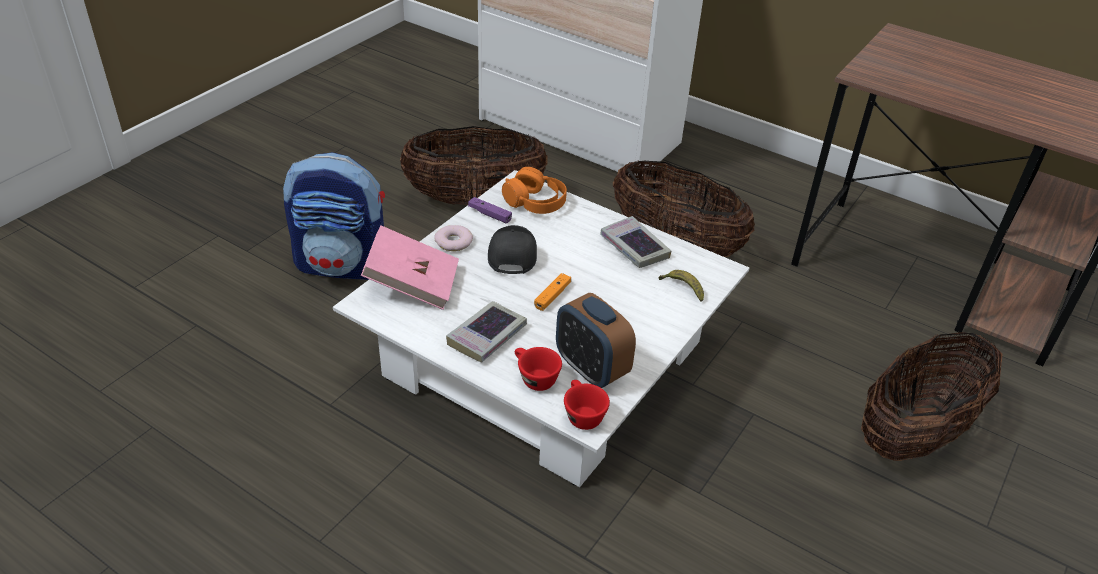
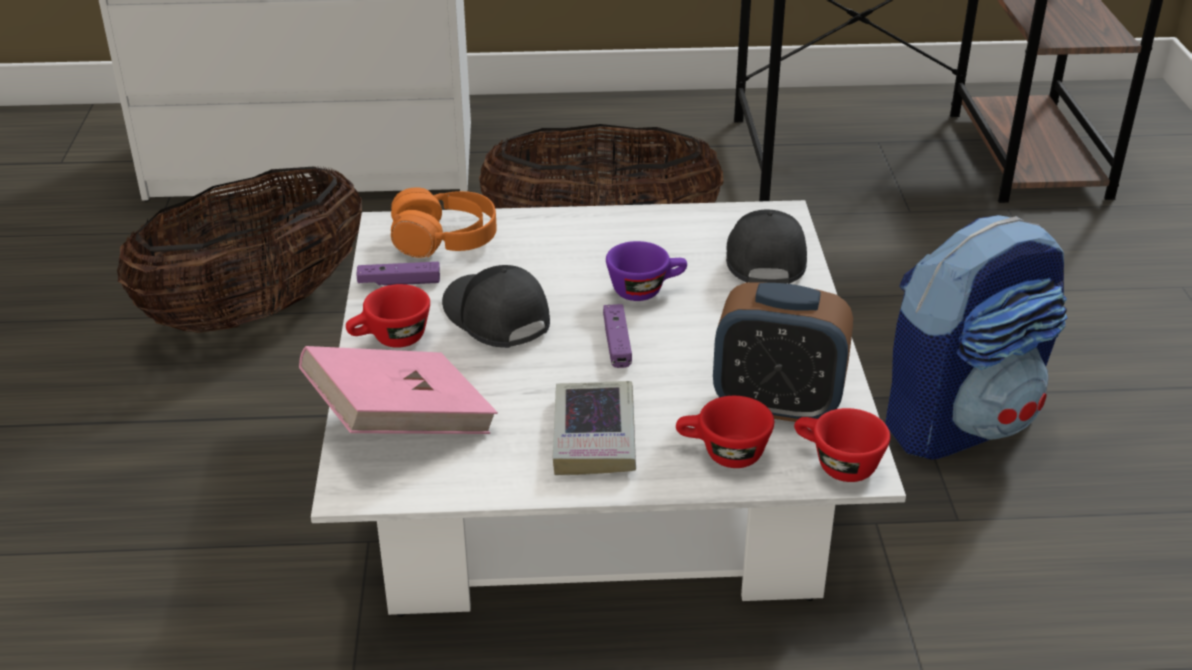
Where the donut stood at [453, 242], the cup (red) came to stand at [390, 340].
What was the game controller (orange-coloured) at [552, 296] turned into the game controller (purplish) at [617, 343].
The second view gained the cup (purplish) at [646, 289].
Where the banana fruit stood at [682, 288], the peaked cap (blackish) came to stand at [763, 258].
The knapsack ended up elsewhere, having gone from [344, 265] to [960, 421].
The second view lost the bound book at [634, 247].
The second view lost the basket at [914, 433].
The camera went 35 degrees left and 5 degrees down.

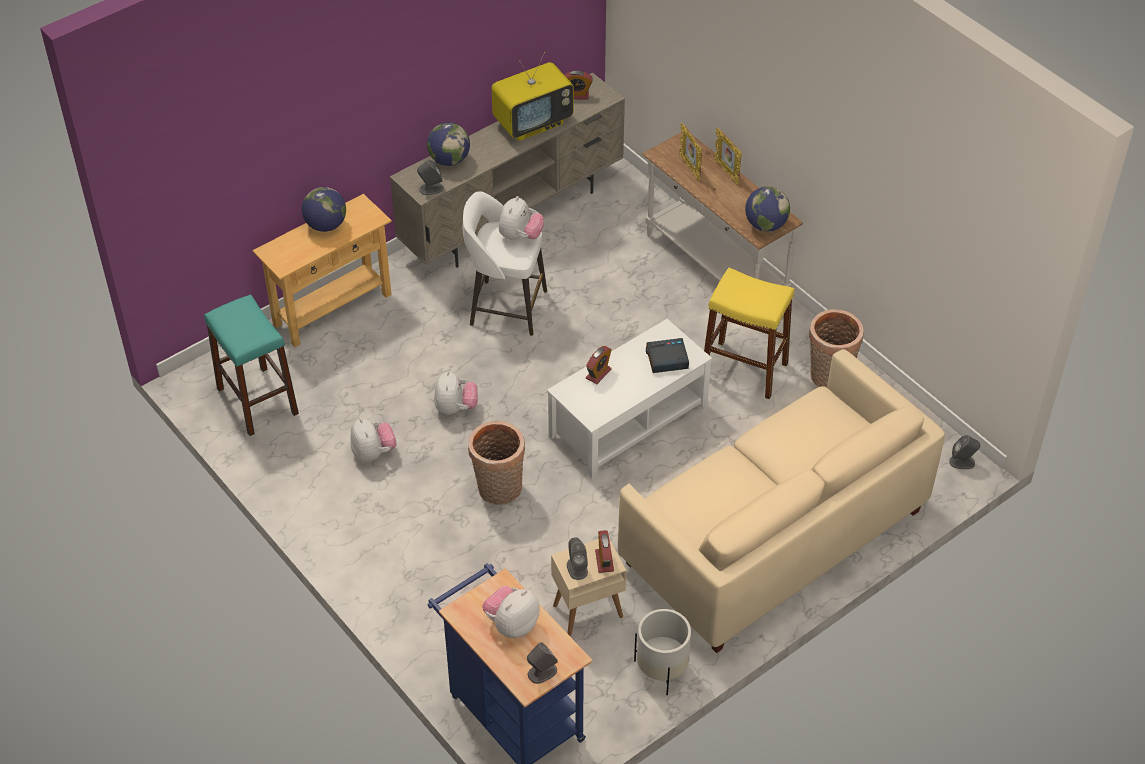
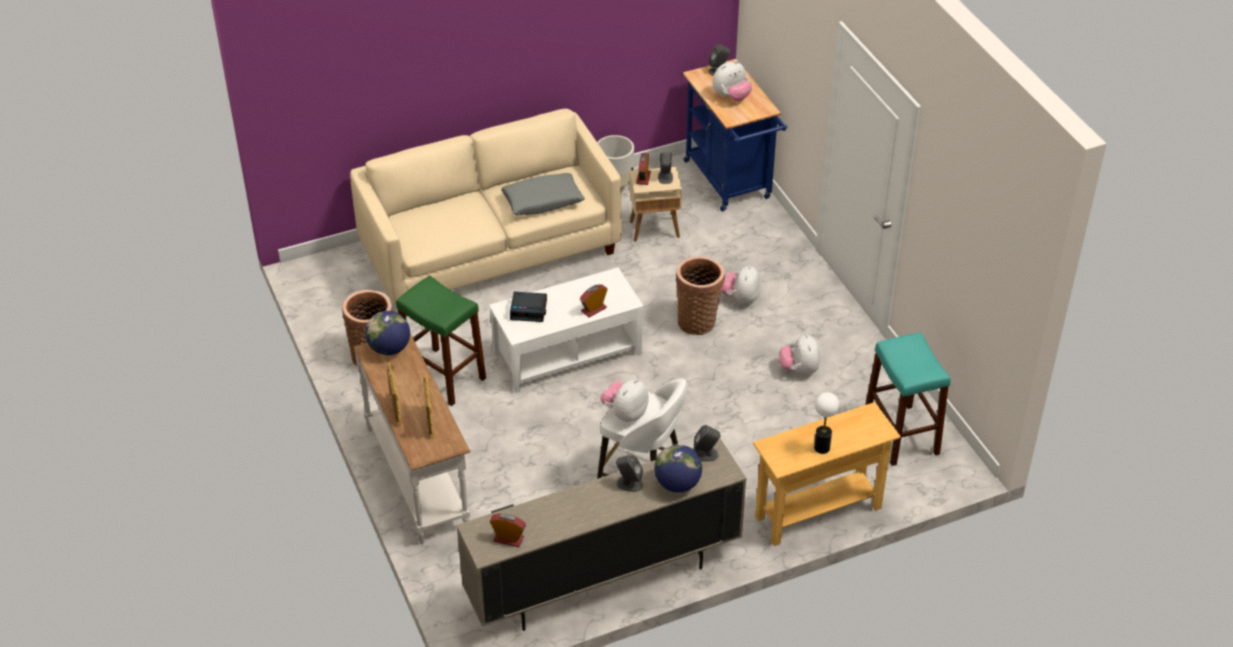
What was the stool (yellow-coloured) at [744, 369] turned into the stool (green-coloured) at [443, 376].
The second view gained the pillow (greyish) at [543, 201].
The speaker (greyish) ended up elsewhere, having gone from [962, 462] to [629, 483].
The cuddly toy ended up elsewhere, having gone from [455, 408] to [740, 298].
Where the world globe stood at [326, 225], the table lamp came to stand at [822, 448].
The second view lost the TV at [533, 123].
The camera went 165 degrees left and 5 degrees down.

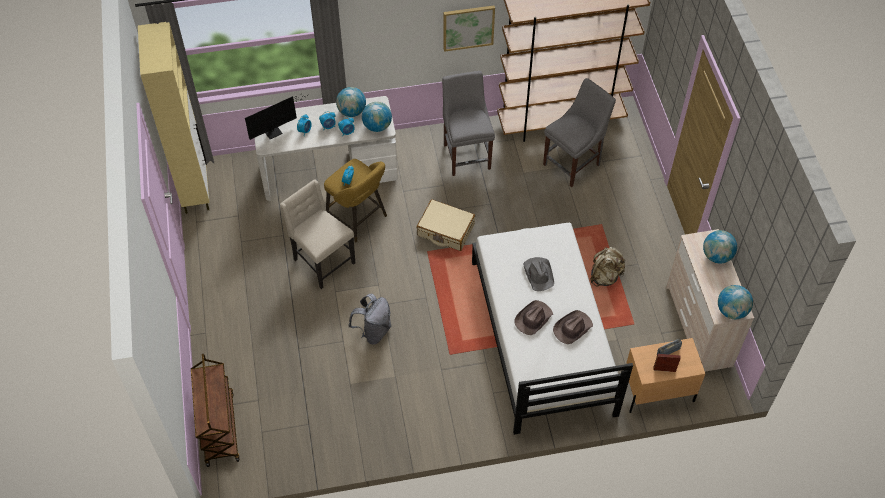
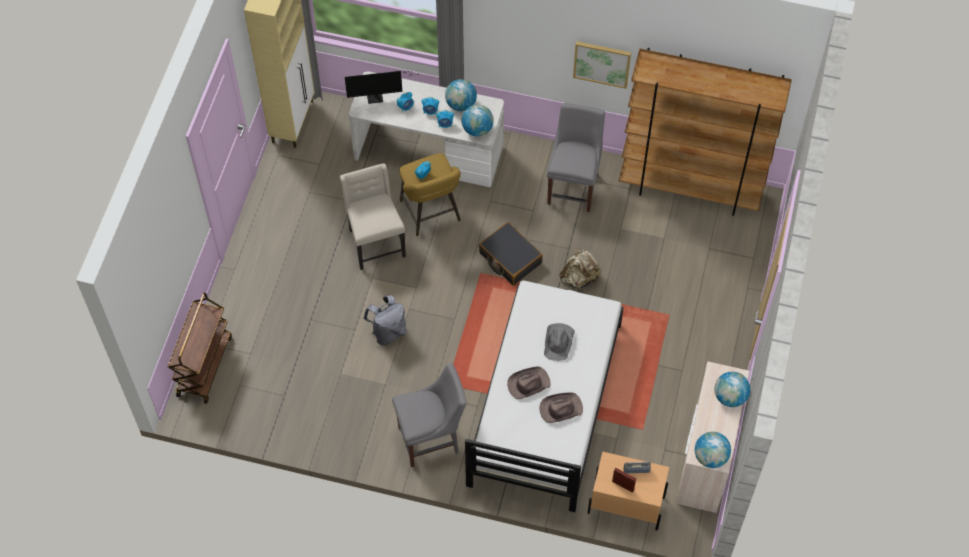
The chair (greyish) ended up elsewhere, having gone from [574, 163] to [431, 439].
What was the suitcase (beige) at [445, 230] turned into the suitcase (blackish) at [510, 258].
The knapsack (beige) ended up elsewhere, having gone from [605, 276] to [579, 278].
The camera went 25 degrees right and 5 degrees up.

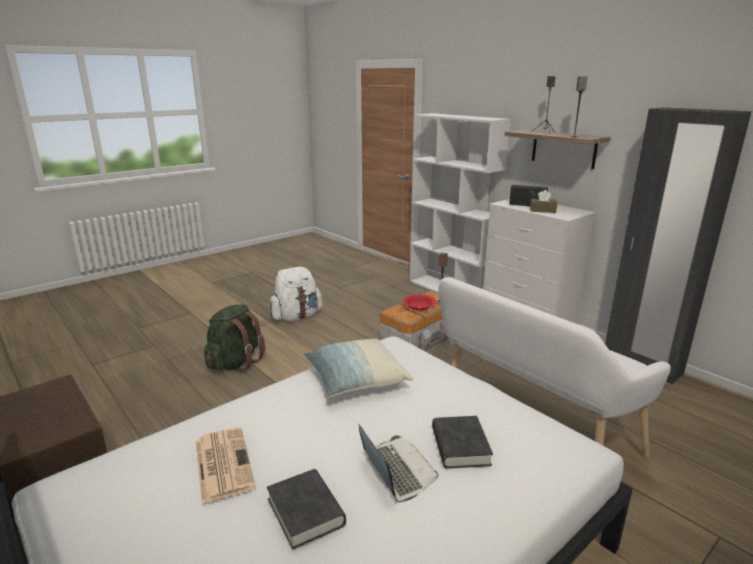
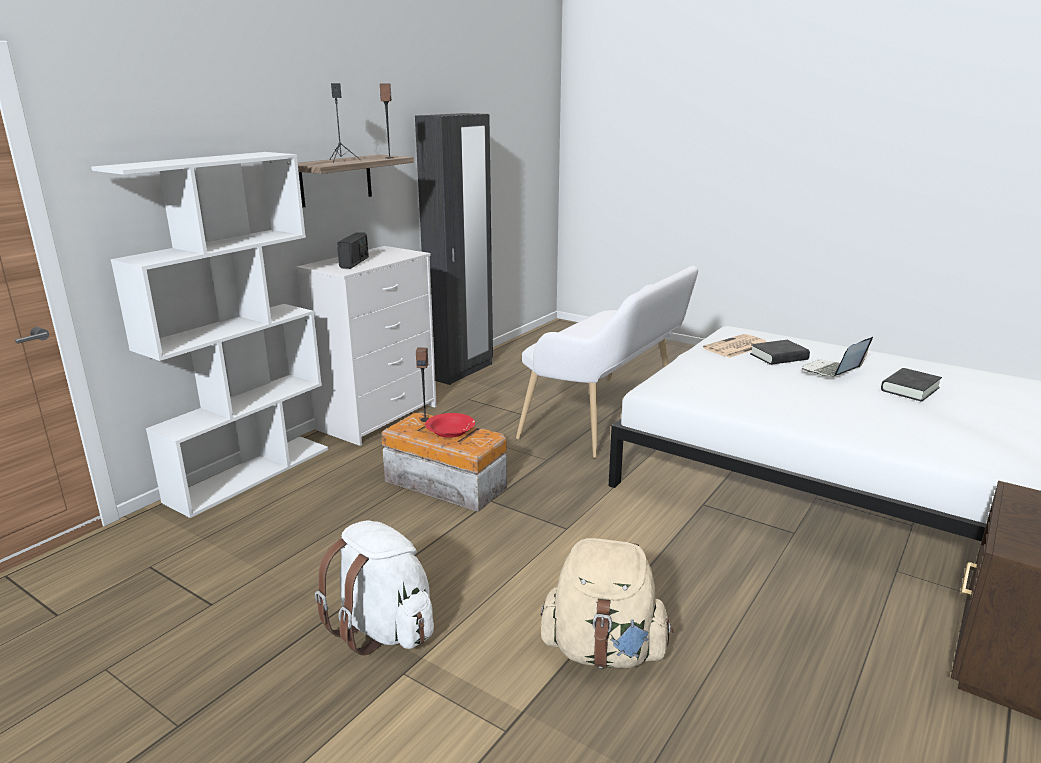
What was the knapsack (green-coloured) at [235, 363] turned into the knapsack (beige) at [603, 651].
The newspaper ended up elsewhere, having gone from [223, 463] to [736, 347].
The second view lost the pillow at [355, 380].
The second view lost the tissue holder (brown) at [542, 210].
The camera went 105 degrees left and 0 degrees up.

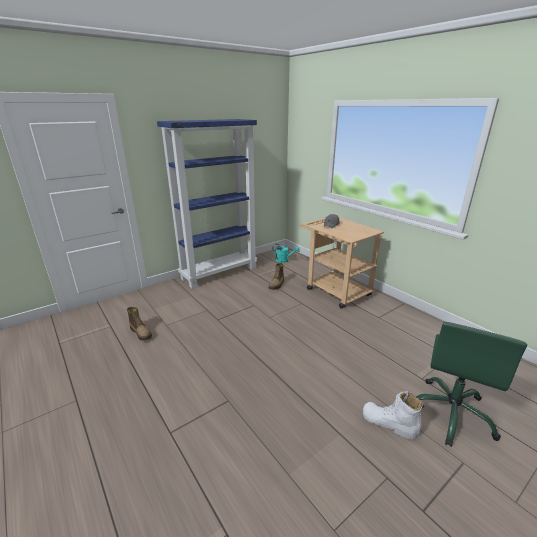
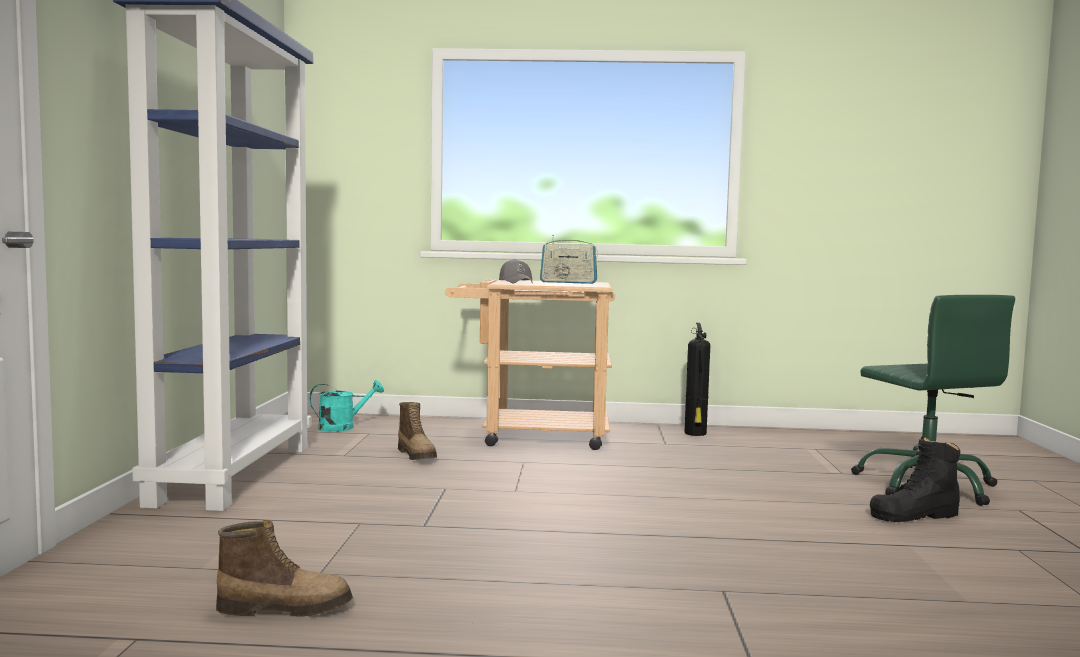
The second view gained the radio at [568, 282].
The second view gained the extinguisher at [695, 434].
What was the tall boot (white-coloured) at [389, 423] turned into the tall boot (blackish) at [914, 515].
The camera went 50 degrees left and 20 degrees down.

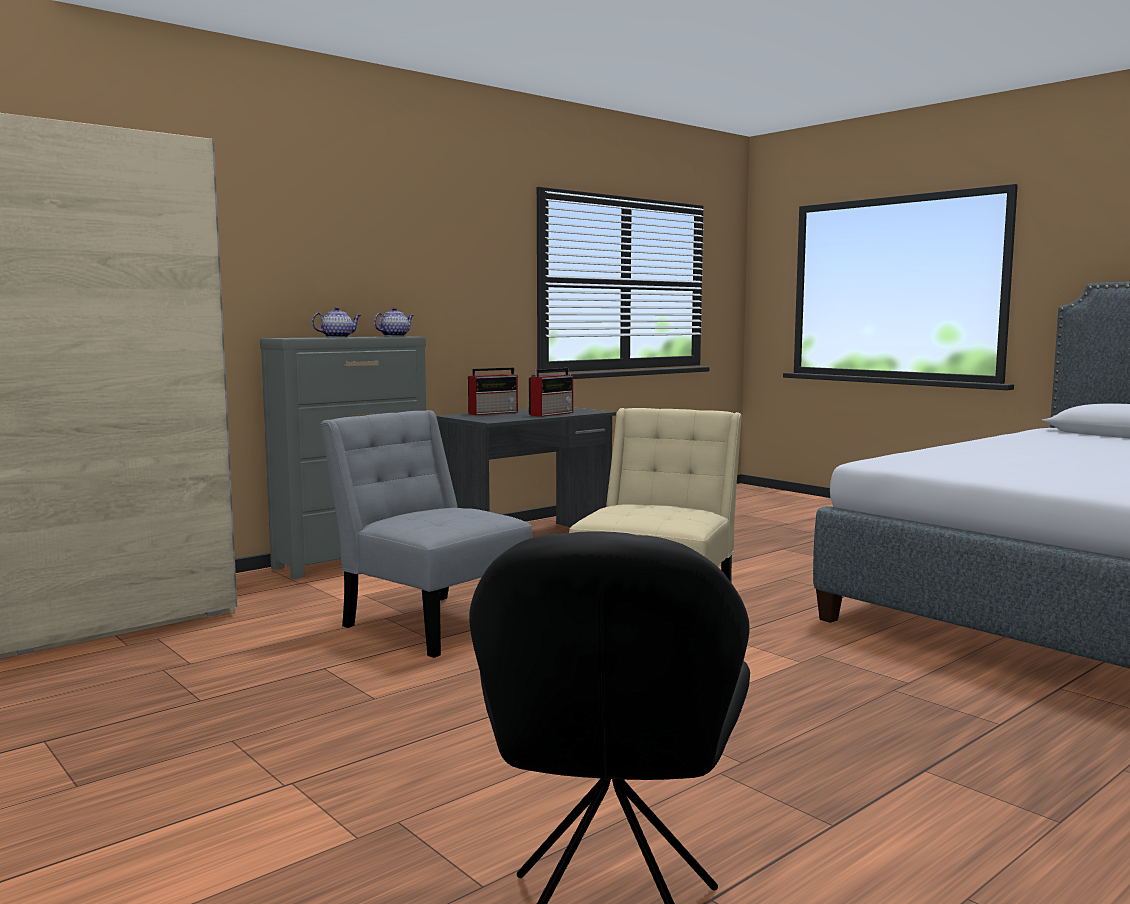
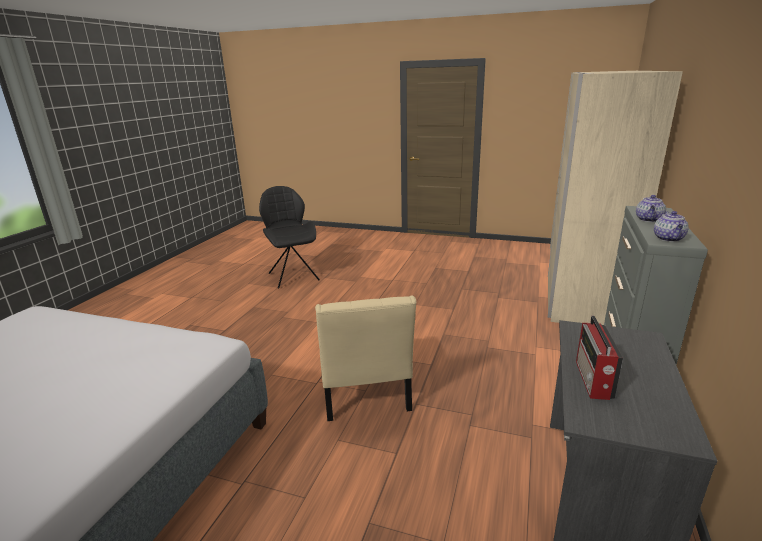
The second view lost the chair (greyish) at [430, 623].
The second view lost the radio at [494, 413].
The camera went 150 degrees right and 15 degrees up.

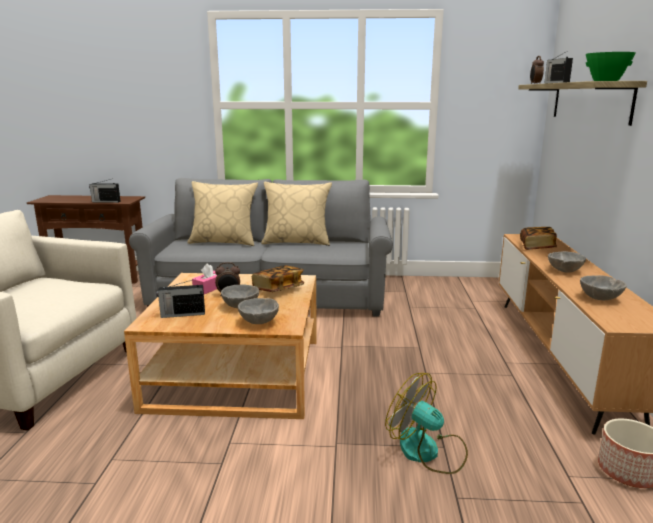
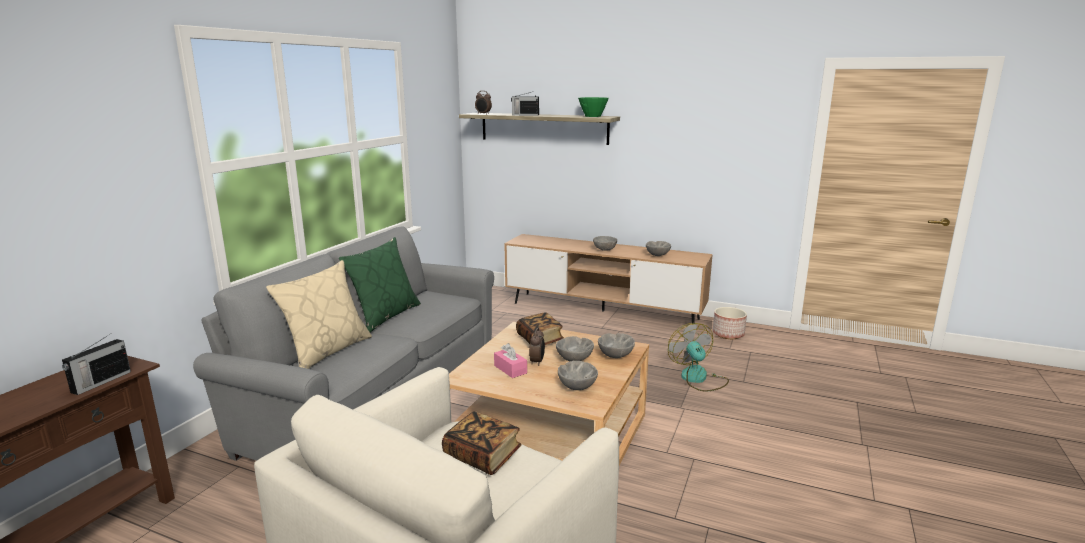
What was the pillow (beige) at [297, 242] turned into the pillow (green-coloured) at [385, 316].
The bound book ended up elsewhere, having gone from [537, 247] to [482, 456].
Where the radio stood at [182, 314], the serving bowl (greyish) came to stand at [577, 386].
The fan at [428, 451] ended up facing another way, 105 degrees clockwise from before.
The camera went 70 degrees left and 0 degrees up.

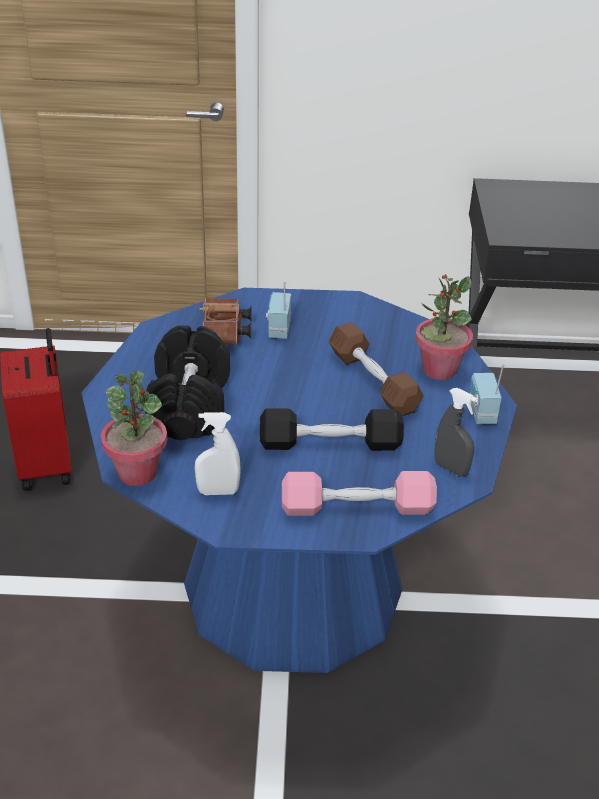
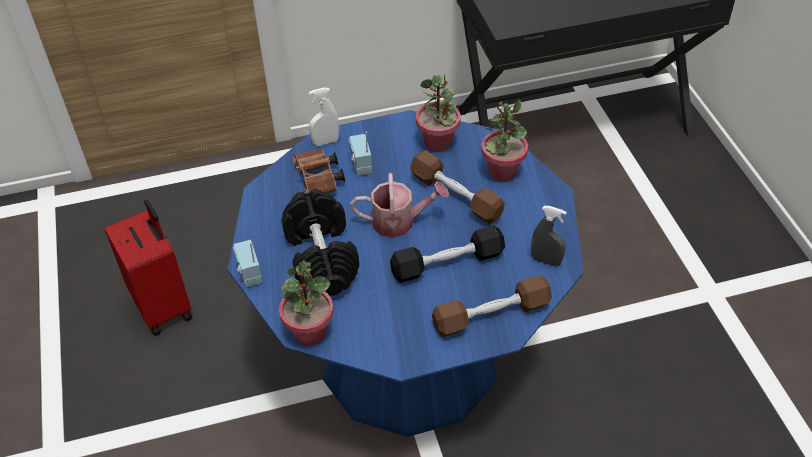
The radio ended up elsewhere, having gone from [480, 413] to [248, 274].
The hand sprayer (white-coloured) ended up elsewhere, having gone from [218, 492] to [325, 142].
The second view gained the watering can at [399, 221].
The second view gained the plant in a pot at [438, 142].
What was the hand weight (pinkish) at [357, 507] turned into the hand weight (brown) at [491, 315].
The camera went 15 degrees left and 10 degrees up.

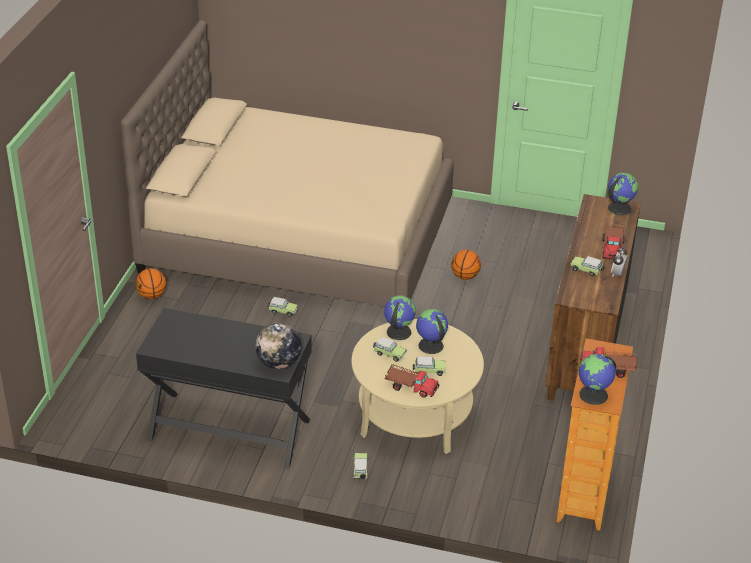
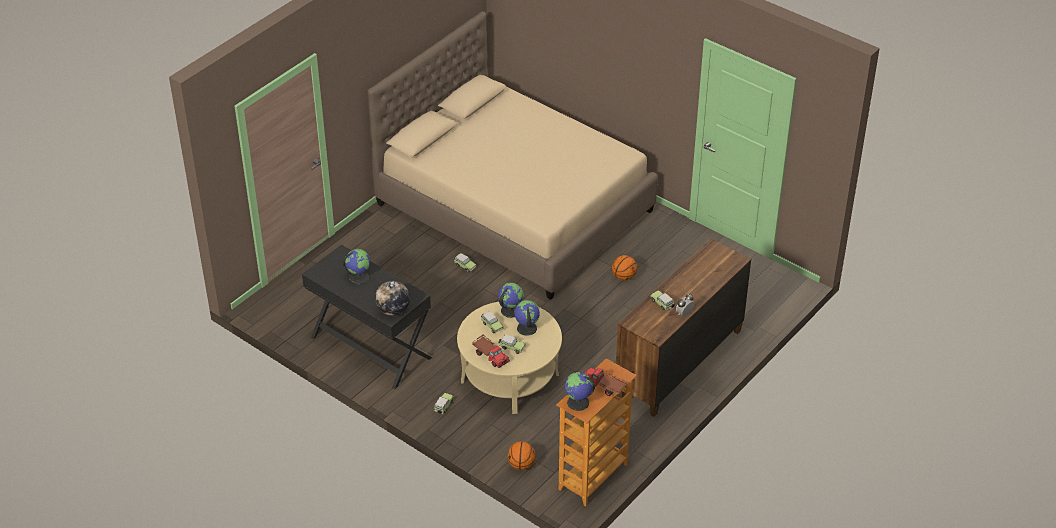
The world globe ended up elsewhere, having gone from [619, 208] to [358, 277].
The ball for basketball ended up elsewhere, having gone from [152, 295] to [521, 465].
The second view lost the toy truck at [612, 248].
The camera went 25 degrees right and 5 degrees up.

